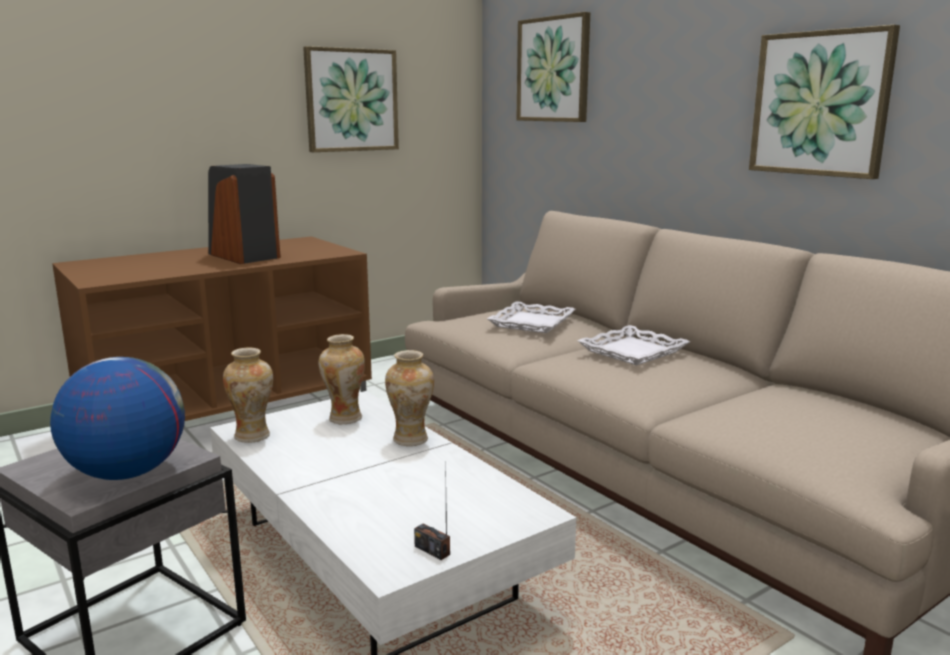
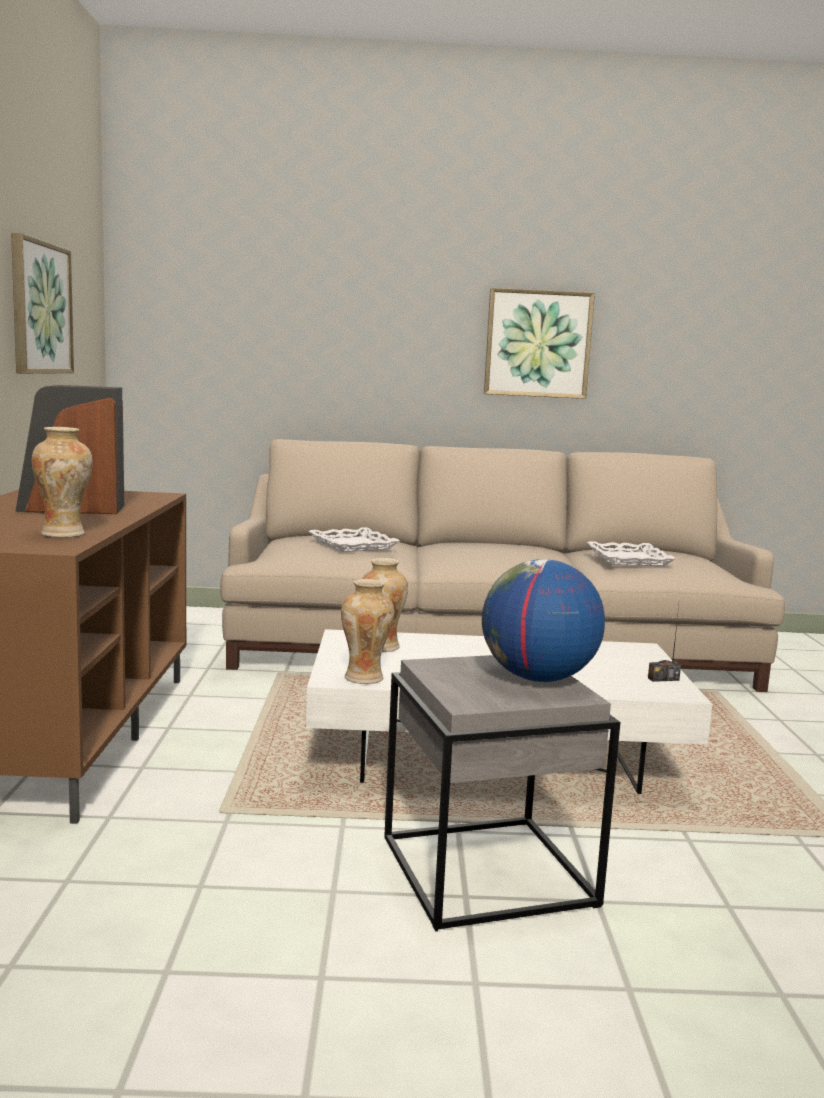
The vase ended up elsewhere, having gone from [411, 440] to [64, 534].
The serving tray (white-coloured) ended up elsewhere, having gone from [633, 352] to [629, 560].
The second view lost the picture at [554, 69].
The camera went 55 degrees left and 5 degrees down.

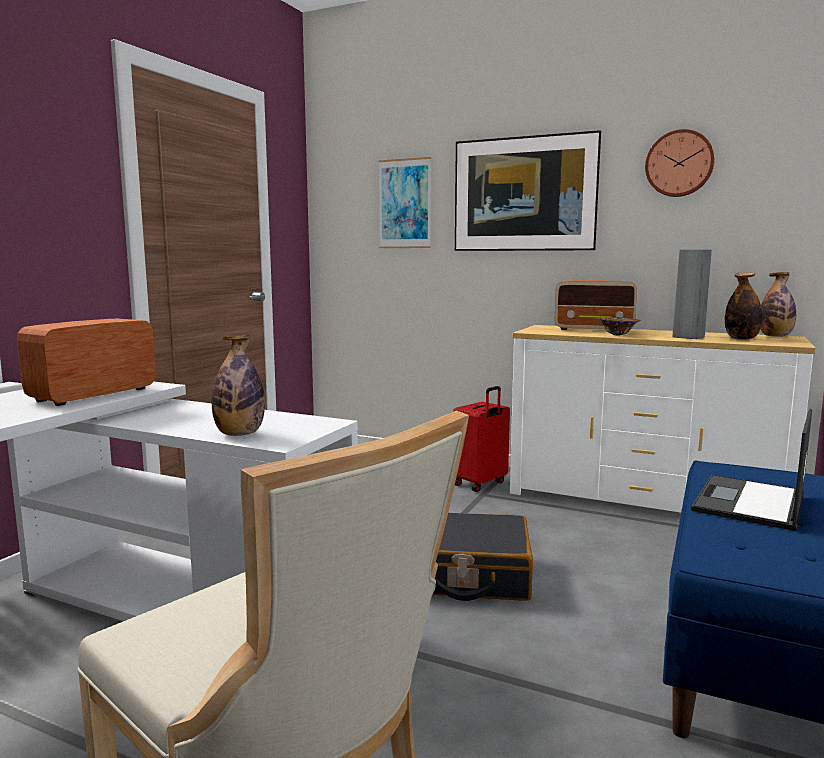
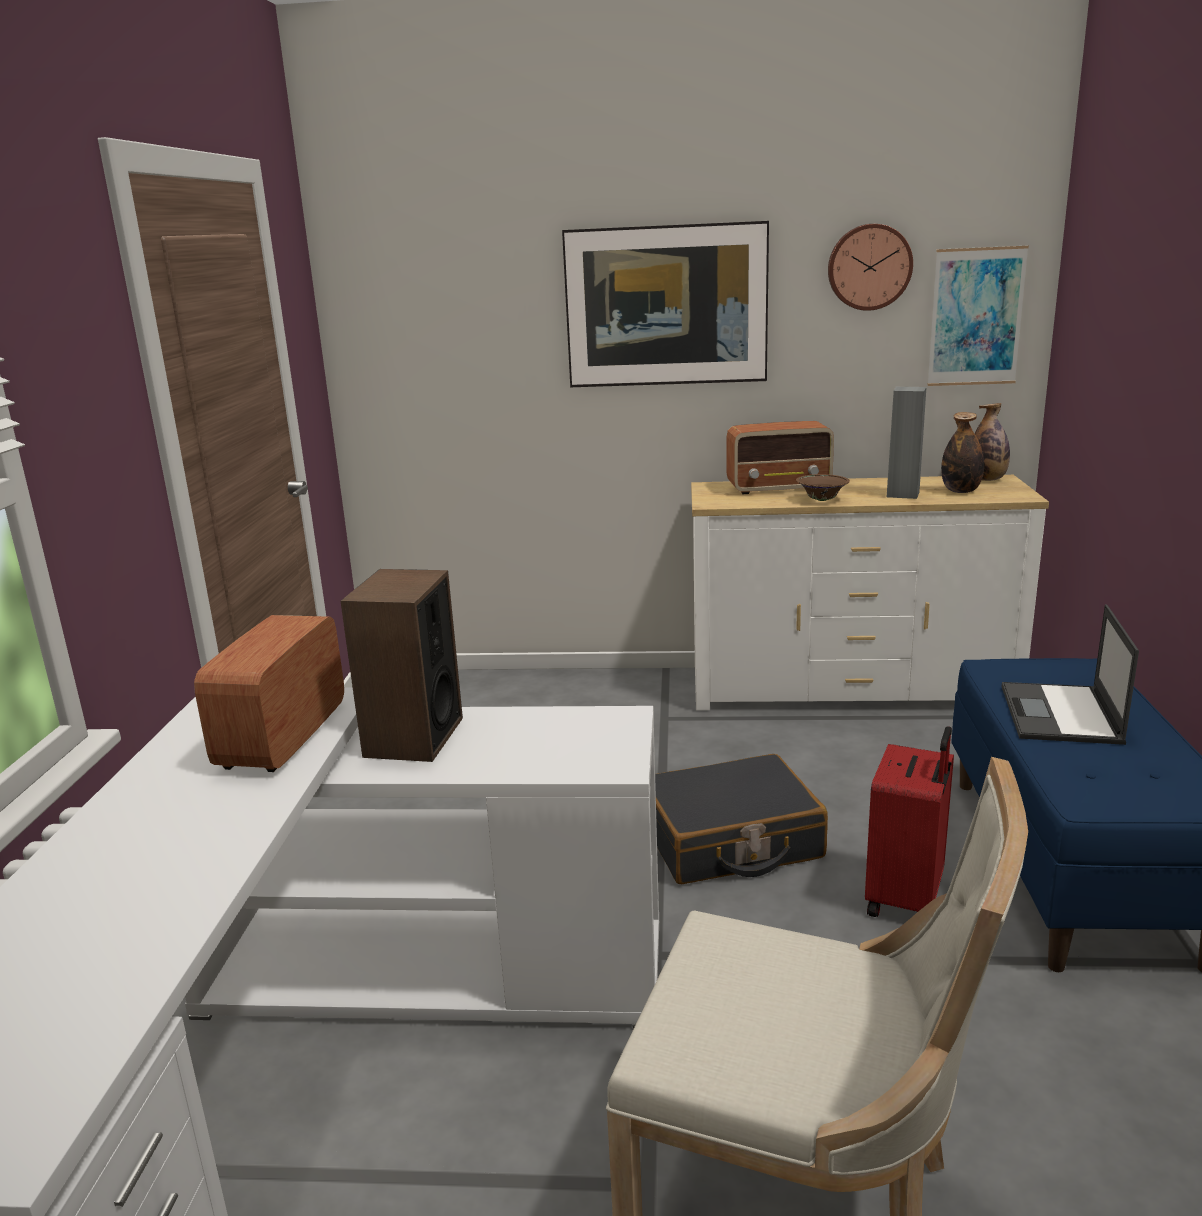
The second view gained the speaker at [413, 737].
The suitcase (red) ended up elsewhere, having gone from [480, 484] to [907, 898].
The picture ended up elsewhere, having gone from [405, 204] to [976, 317].
The second view lost the bottle at [239, 434].
The camera went 20 degrees left and 10 degrees up.

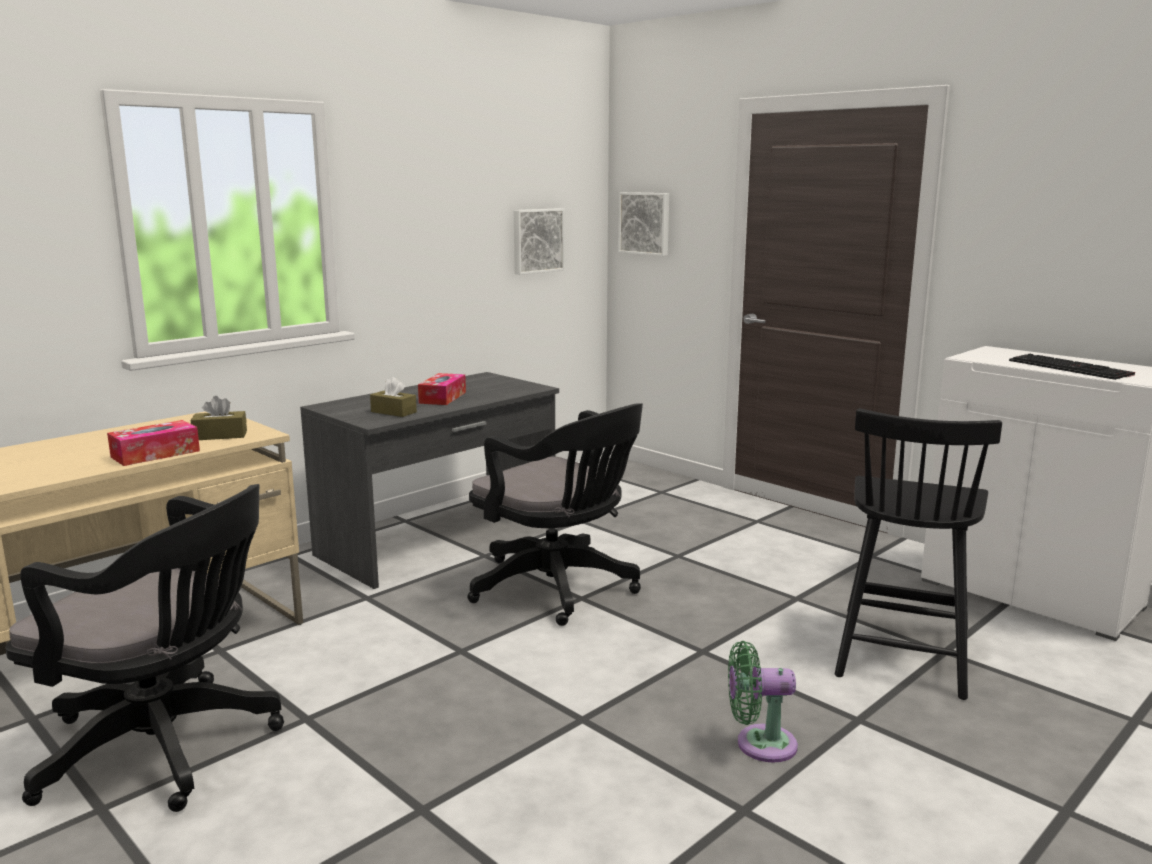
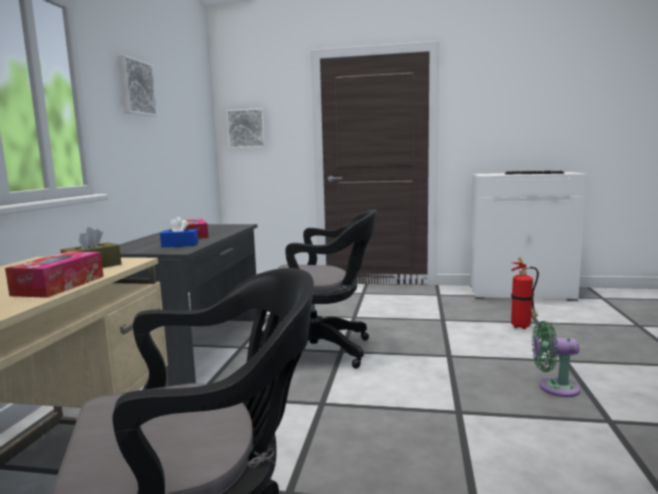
The picture ended up elsewhere, having gone from [537, 240] to [136, 87].
What was the tissue holder (brown) at [393, 412] turned into the tissue holder (blue) at [180, 245].
Where the chair (blackish) stood at [902, 649], the extinguisher came to stand at [522, 327].
The fan (green-coloured) at [759, 744] ended up facing another way, 45 degrees clockwise from before.
The camera went 35 degrees left and 5 degrees down.

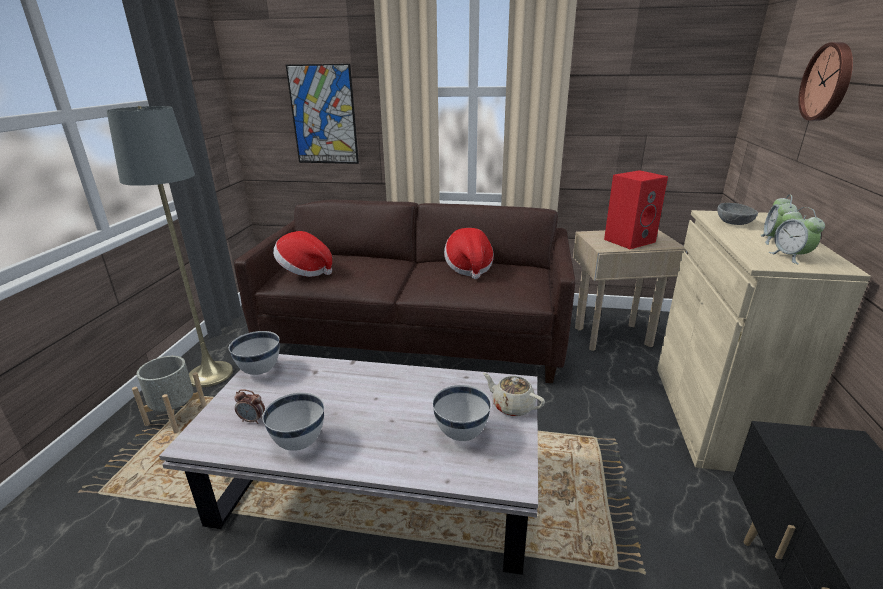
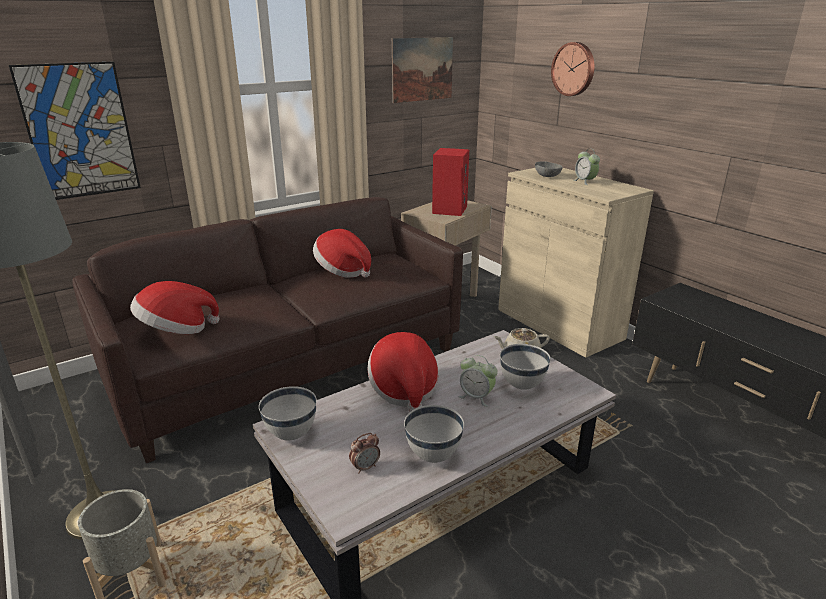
The second view gained the clothing hat at [403, 389].
The second view gained the picture at [422, 69].
The alarm clock ended up elsewhere, having gone from [790, 257] to [476, 397].
The camera went 45 degrees left and 0 degrees up.

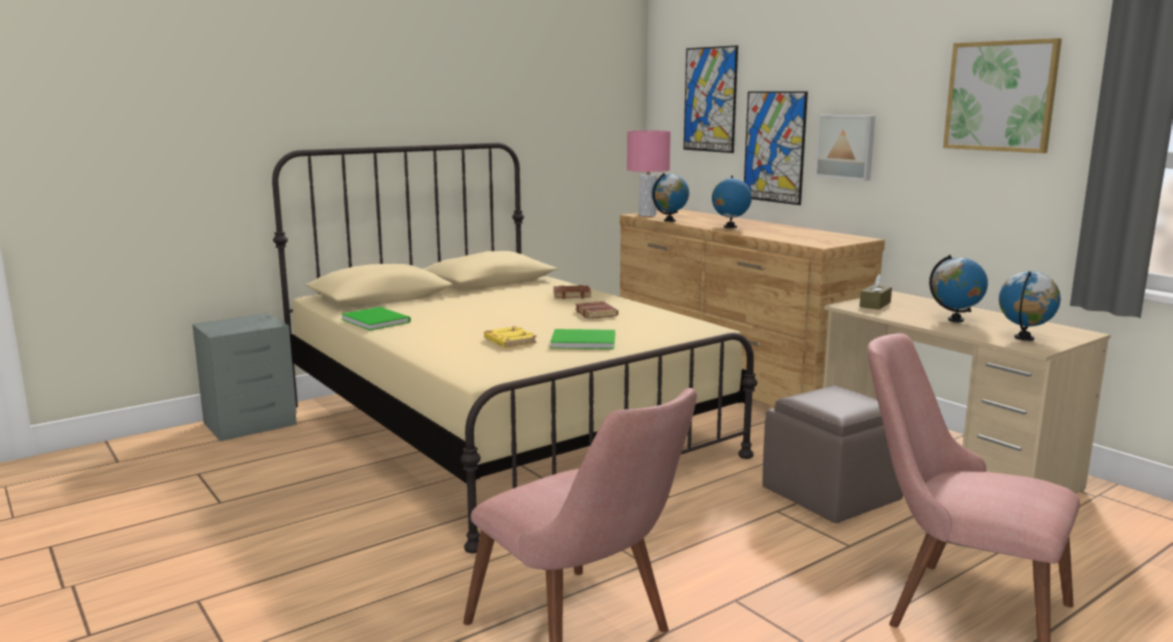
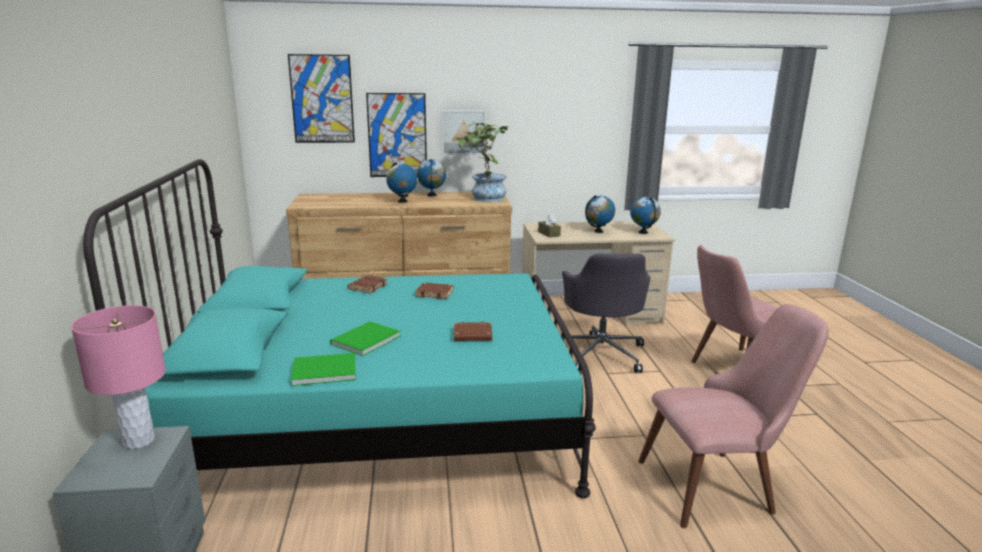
The table lamp (pinkish) ended up elsewhere, having gone from [647, 215] to [139, 441].
What was the sleeping bed (beige) at [503, 429] turned into the sleeping bed (turquoise-coloured) at [379, 420].
The bound book (green-coloured) ended up elsewhere, having gone from [581, 341] to [363, 340].
The world globe ended up elsewhere, having gone from [669, 220] to [432, 195].
The second view gained the plant in a pot at [483, 198].
What was the bound book (yellow-coloured) at [509, 341] turned into the bound book (brown) at [472, 336].
Where the footrest (brown) stood at [829, 496], the computer chair (greyish) came to stand at [601, 353].
The second view lost the picture at [1001, 96].
The camera went 60 degrees left and 5 degrees up.

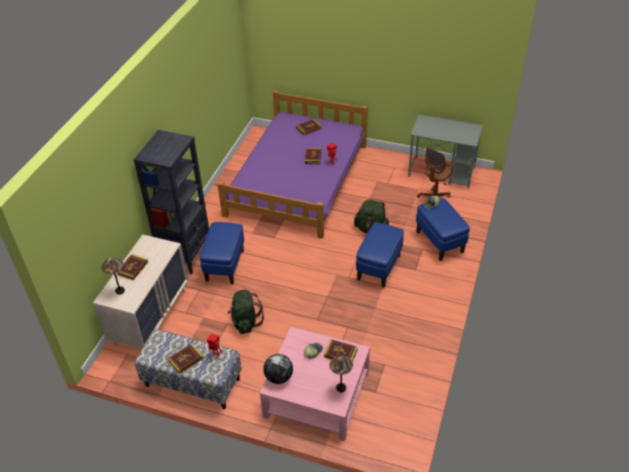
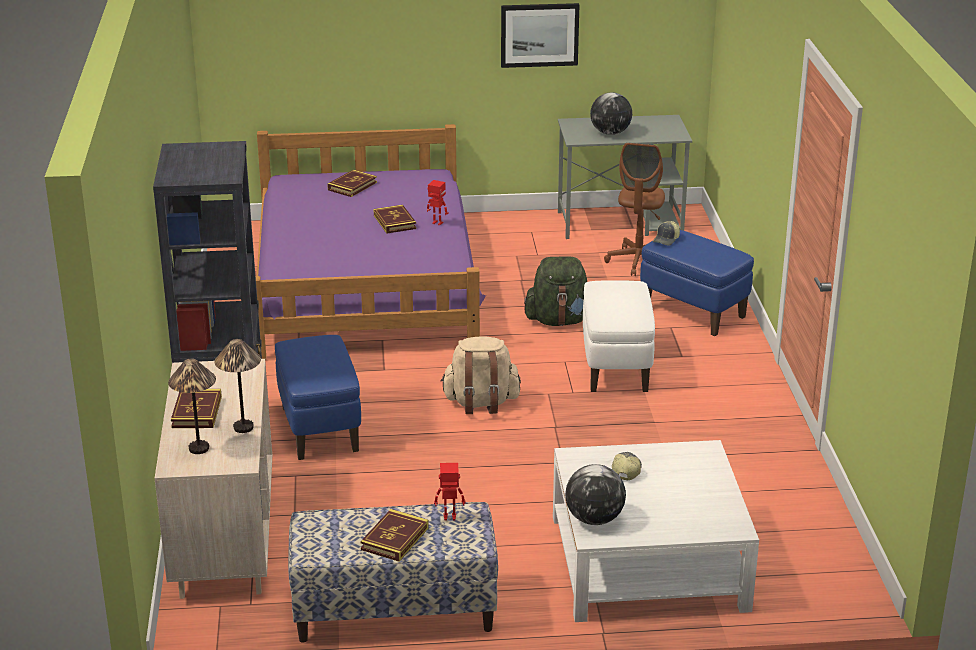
The table lamp ended up elsewhere, having gone from [340, 388] to [243, 427].
The second view gained the knapsack (beige) at [481, 403].
The second view gained the picture at [539, 35].
What was the coffee table (pinkish) at [317, 394] turned into the coffee table (white-coloured) at [648, 562].
What was the footrest (blue) at [379, 268] turned into the footrest (white-coloured) at [616, 368].
The second view gained the world globe at [610, 133].
The second view lost the knapsack (green-coloured) at [245, 322].
The second view lost the bound book at [340, 353].
The camera went 25 degrees left and 15 degrees down.

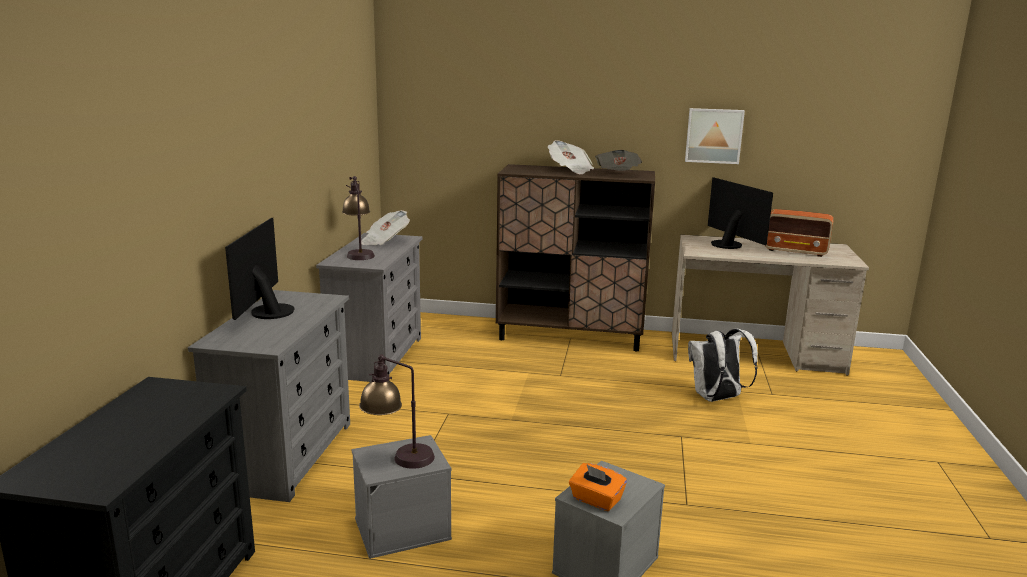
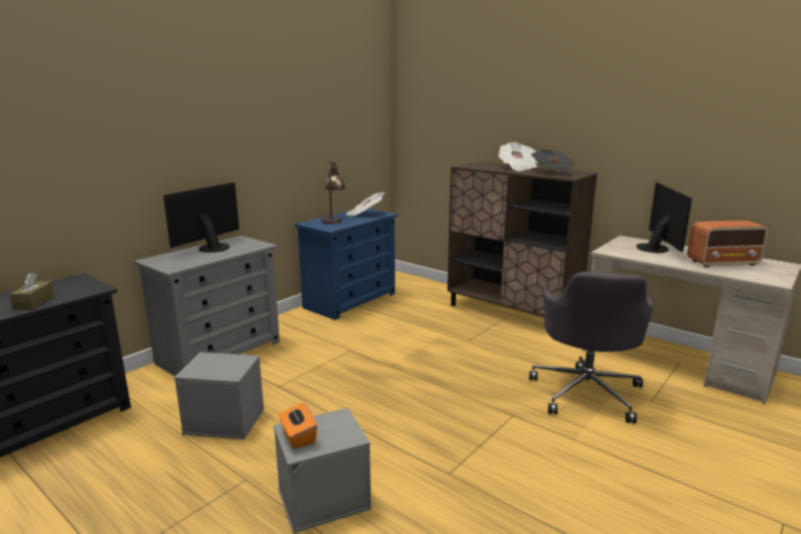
The second view gained the tissue holder (brown) at [34, 302].
What was the chest of drawers (greyish) at [376, 356] turned into the chest of drawers (blue) at [350, 300].
Where the knapsack (white-coloured) stood at [716, 398], the computer chair (greyish) came to stand at [586, 392].
The radio at [796, 251] ended up facing another way, 60 degrees counterclockwise from before.
The second view lost the table lamp at [398, 459].
The second view lost the picture at [713, 135].
The camera went 30 degrees right and 0 degrees up.

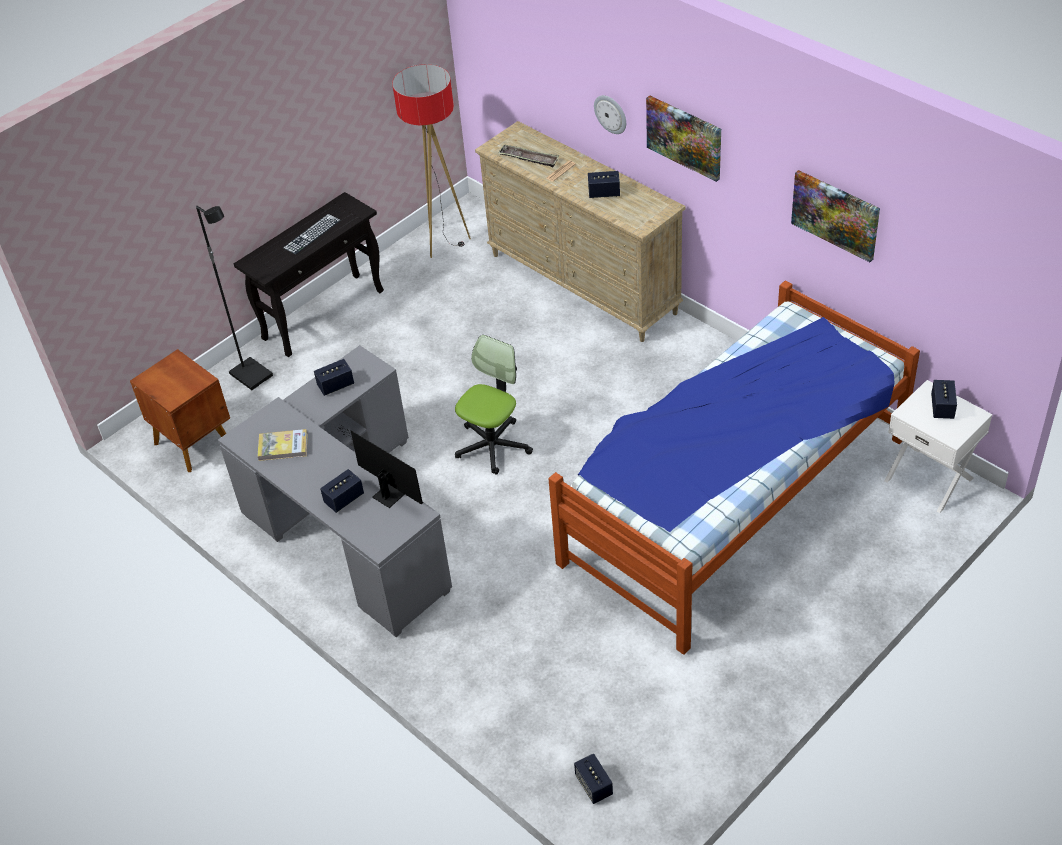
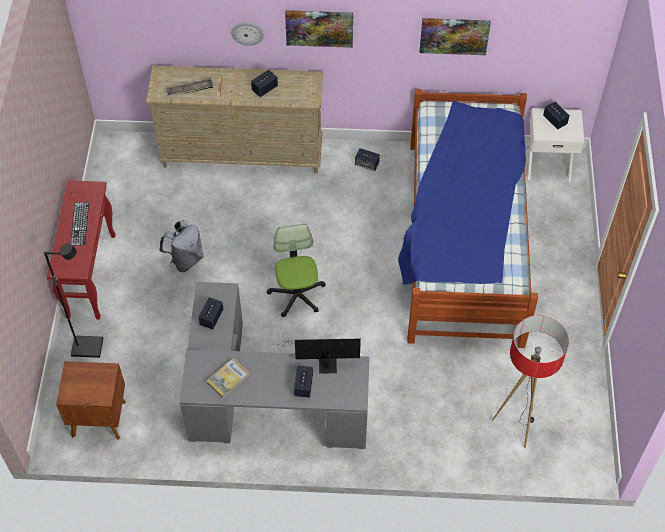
What was the narrow table (blackish) at [324, 314] turned into the narrow table (red) at [91, 274].
The second view gained the knapsack (greyish) at [185, 260].
The speaker ended up elsewhere, having gone from [594, 785] to [367, 164].
The standing lamp ended up elsewhere, having gone from [444, 241] to [516, 425].
The camera went 45 degrees left and 10 degrees up.

